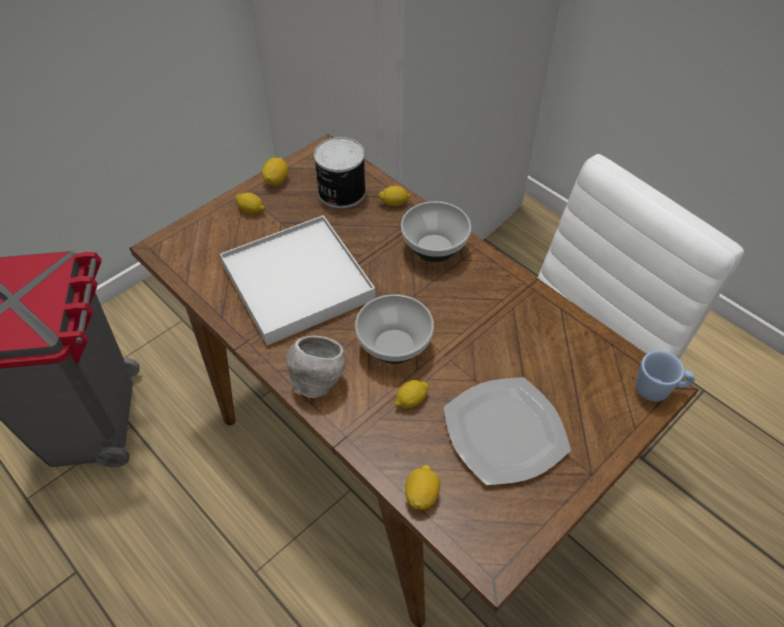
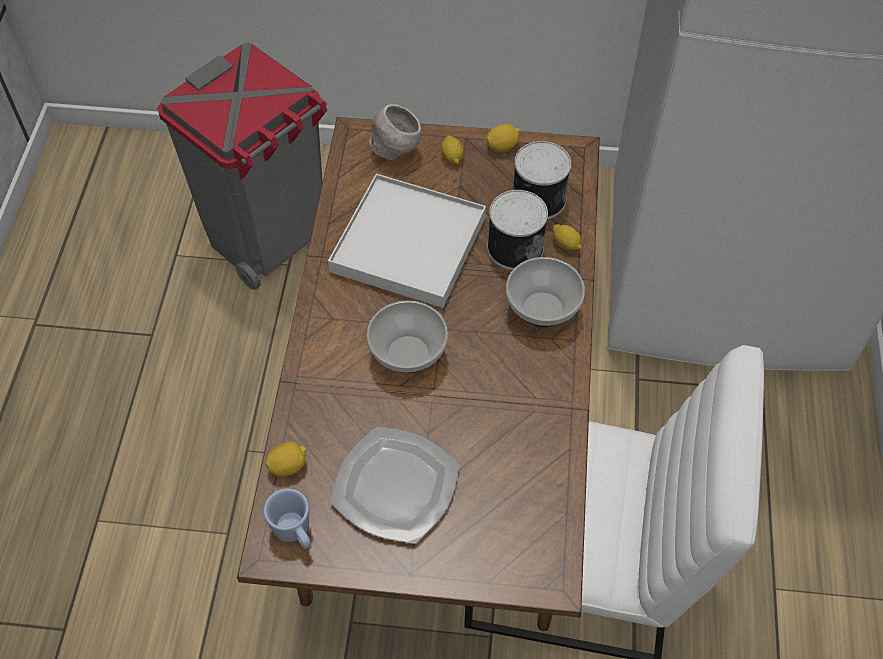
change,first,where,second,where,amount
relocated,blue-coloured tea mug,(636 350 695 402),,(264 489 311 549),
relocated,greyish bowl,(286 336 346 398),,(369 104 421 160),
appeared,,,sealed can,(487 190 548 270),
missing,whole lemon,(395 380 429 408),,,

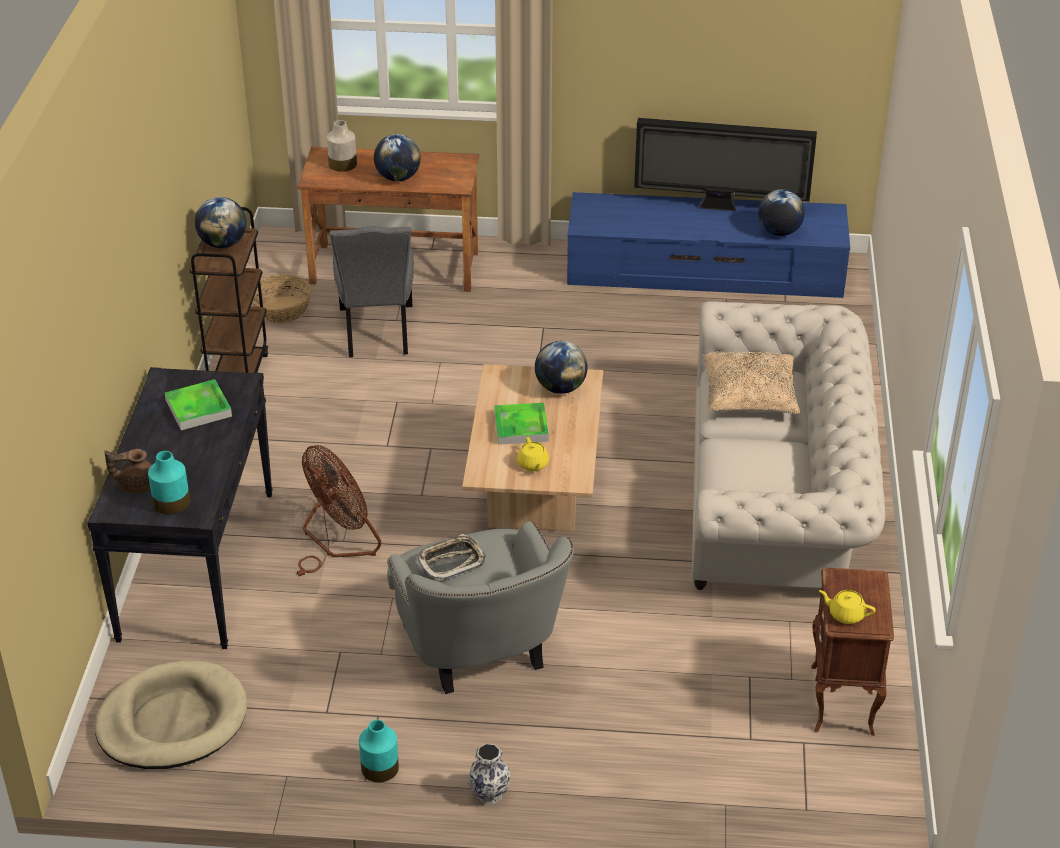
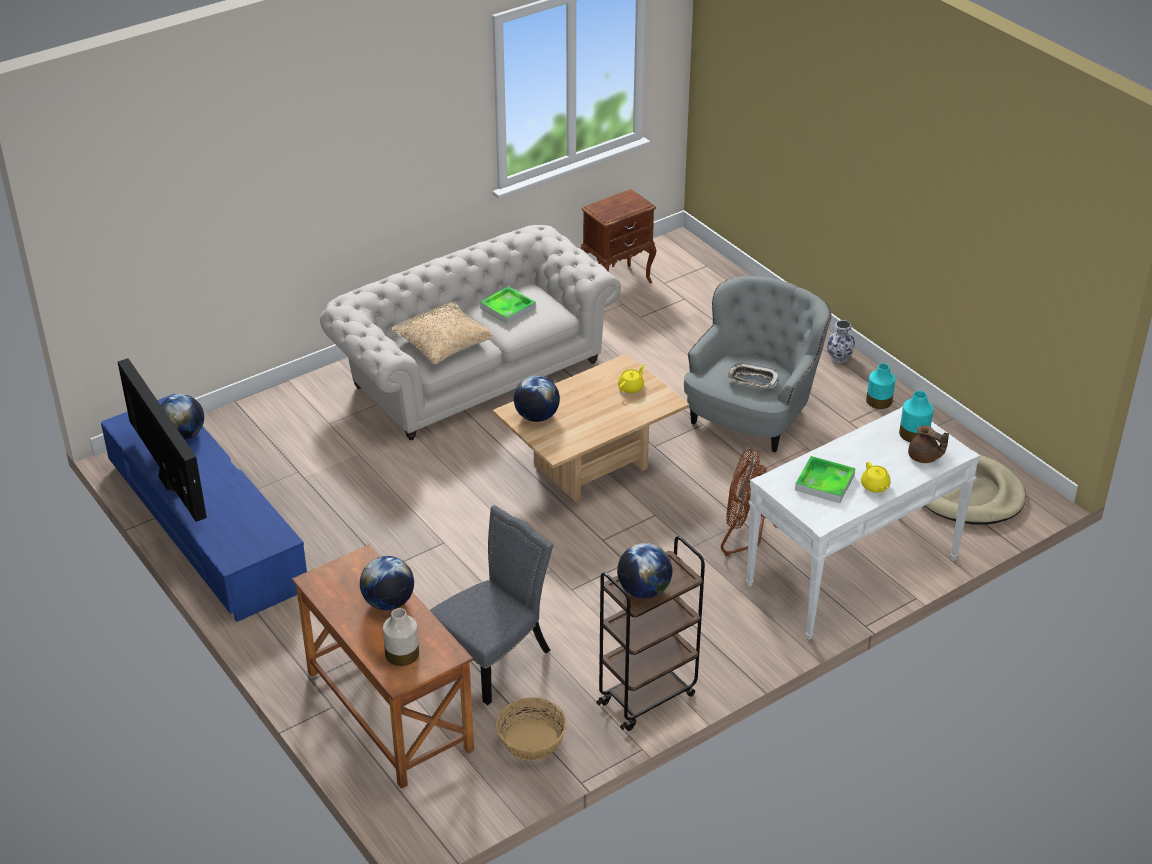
change,first,where,second,where,amount
relocated,carrying tray,(494 403 549 445),,(480 286 536 324),
colour,black console table,(87 367 273 649),white console table,(746 406 980 640),
relocated,yellowish pot for tea,(819 590 876 624),,(861 462 890 493),

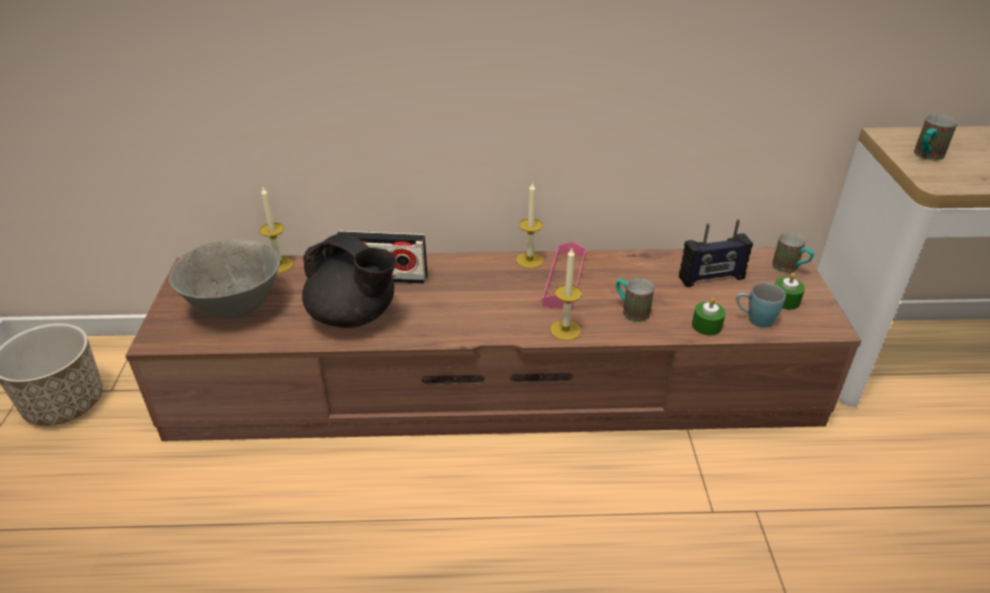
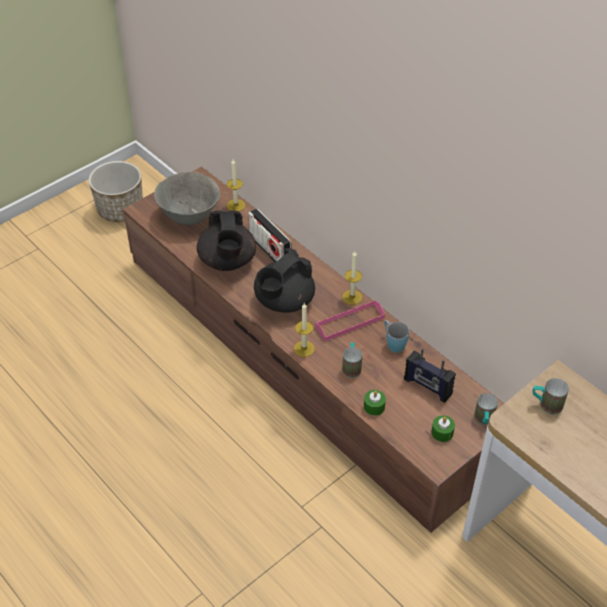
change,first,where,second,where,amount
appeared,,,black pot for tea,(254 248 315 313),
relocated,blue-coloured tea mug,(736 283 786 328),,(384 320 409 353),

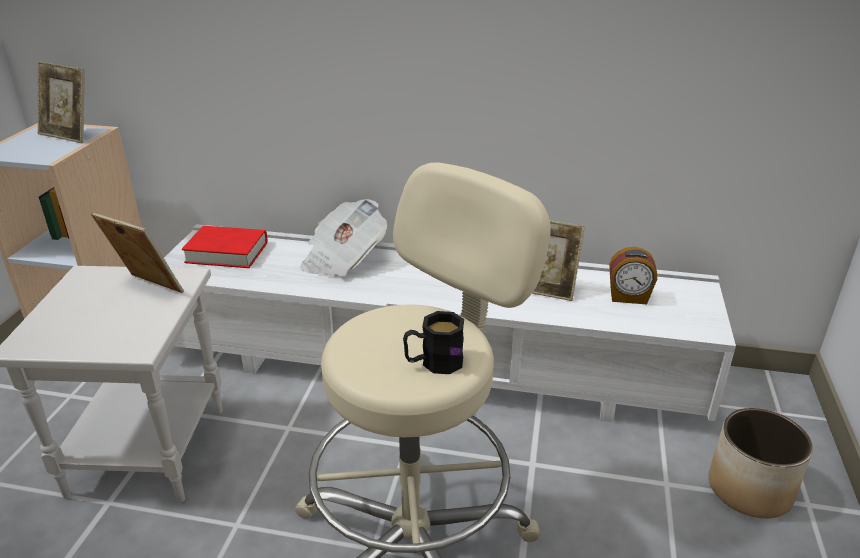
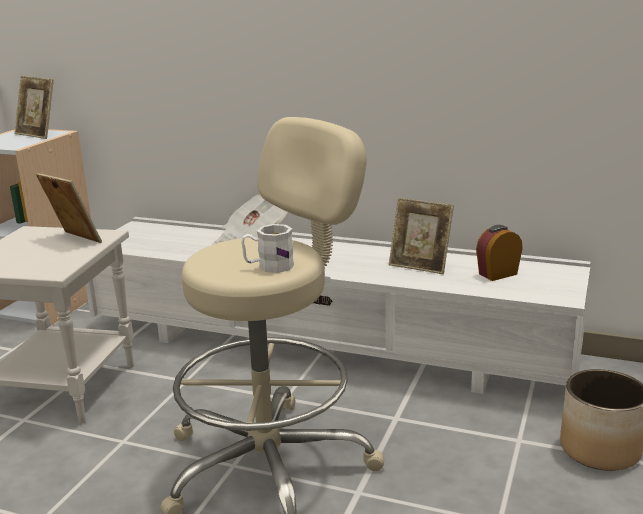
change,first,where,second,where,amount
colour,black tea mug,(403 311 464 374),white tea mug,(241 224 294 273),
spun,alarm clock,(609 247 657 304),,(476 225 523 281),135 degrees clockwise
missing,red-coloured volume,(182 226 267 268),,,

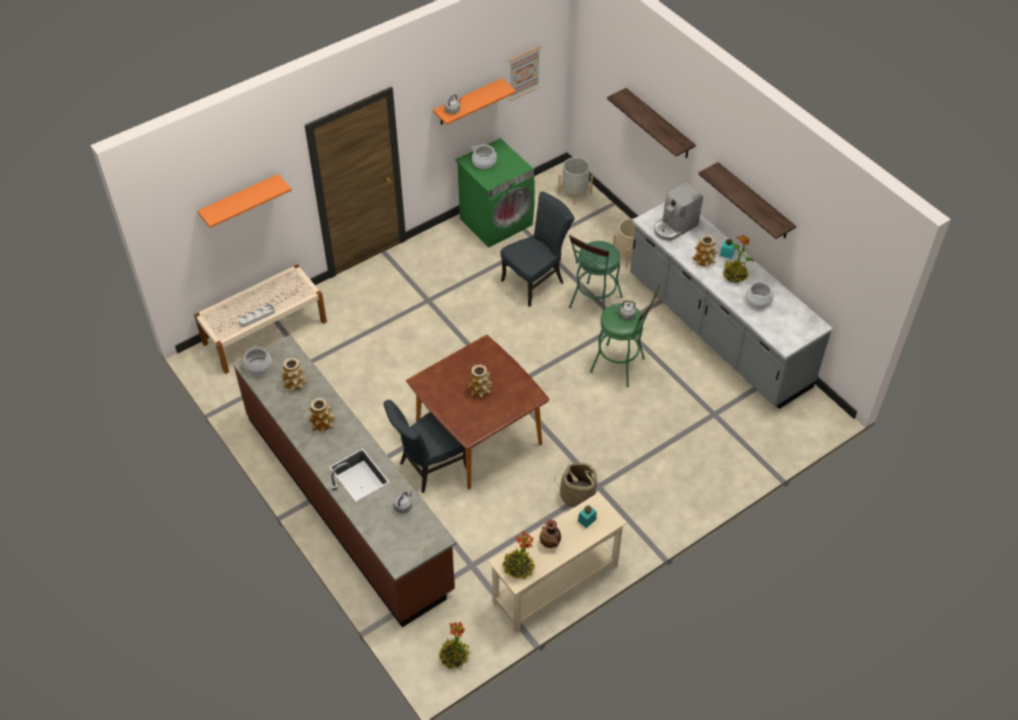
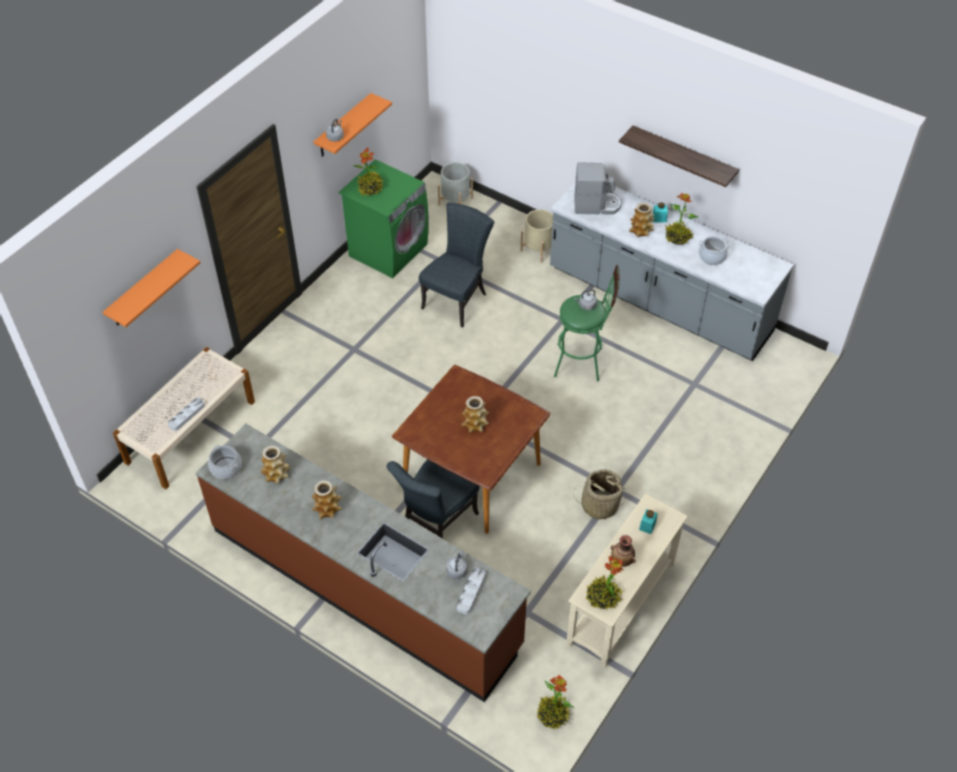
change,first,where,second,where,amount
exchanged,saucepot,(472 145 497 169),plant in a pot,(354 147 383 196),
appeared,,,greyish carrying tray,(457 568 486 614),
spun,coffee maker,(654 182 703 241),,(574 162 622 215),120 degrees counterclockwise
missing,wall art,(509 46 541 101),,,
missing,green stool,(569 235 623 311),,,
missing,wall shelf,(607 88 696 158),,,

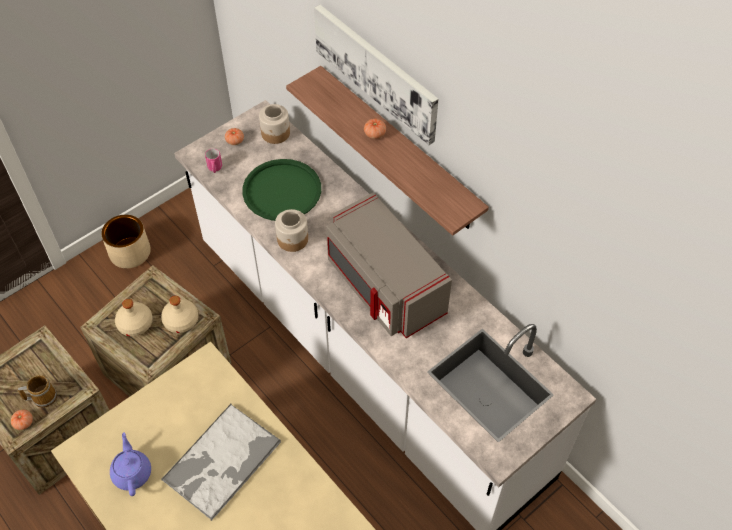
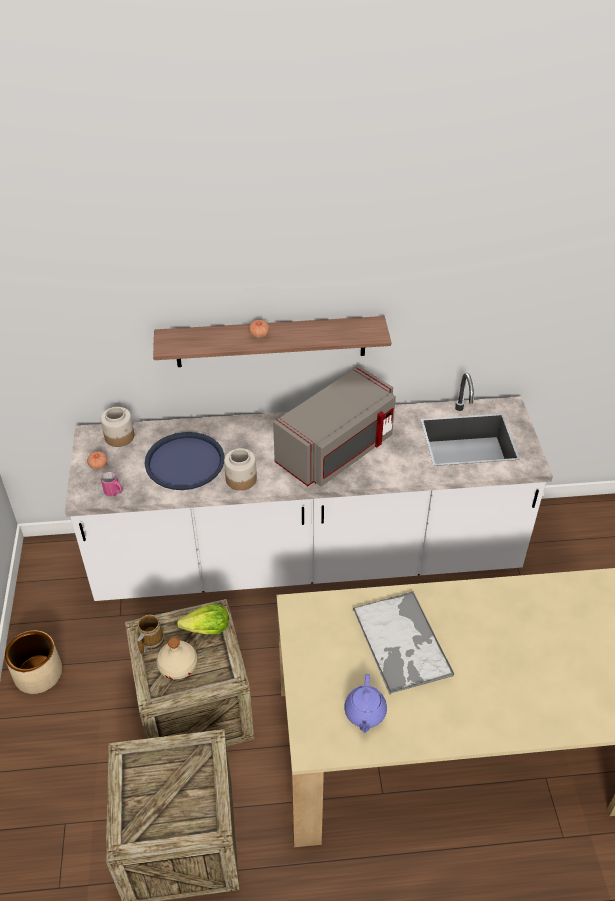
change,first,where,second,where,amount
relocated,tea mug,(18 375 57 408),,(137 615 164 654),
colour,green carrying tray,(242 159 321 221),blue-coloured carrying tray,(145 432 225 490),
exchanged,beige drink bottle,(161 296 198 333),lettuce,(177 604 229 634),
spun,greyish microwave oven,(326 192 452 338),,(273 366 396 487),45 degrees counterclockwise
spun,purple-coloured pot for tea,(110 432 151 496),,(344 674 387 733),105 degrees counterclockwise
missing,whole tomato,(11 410 33 430),,,
missing,wall art,(314 5 439 145),,,

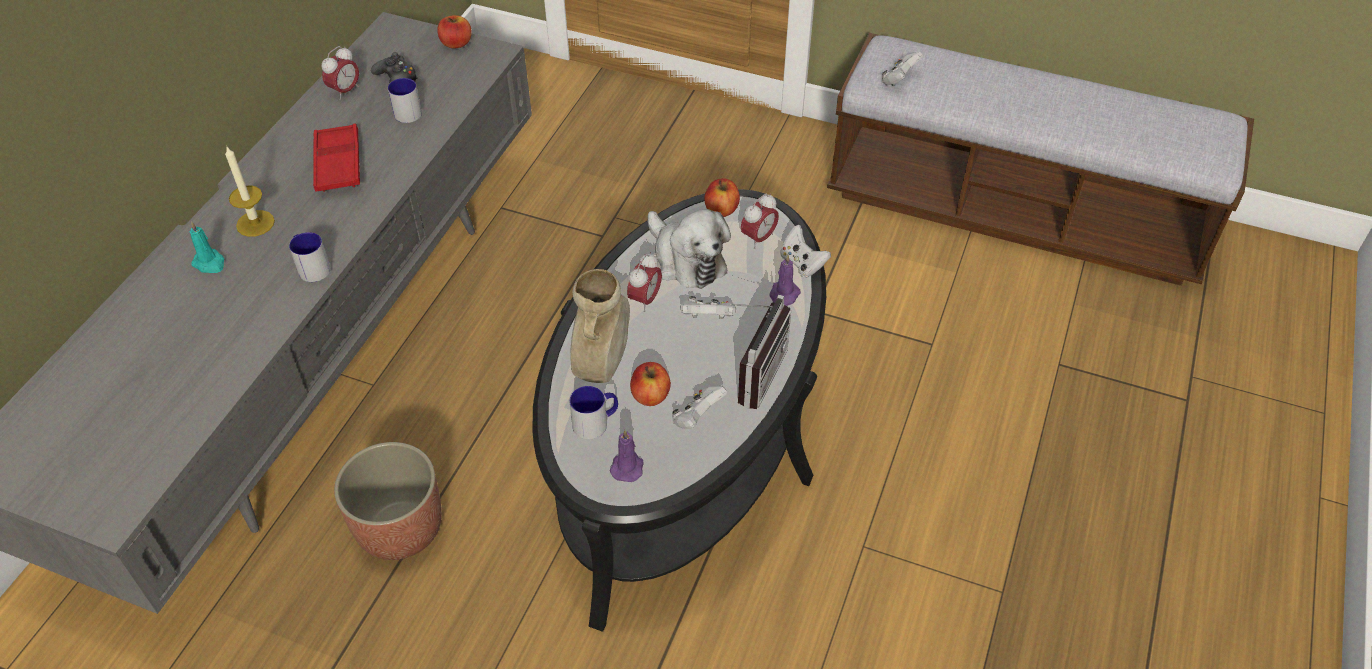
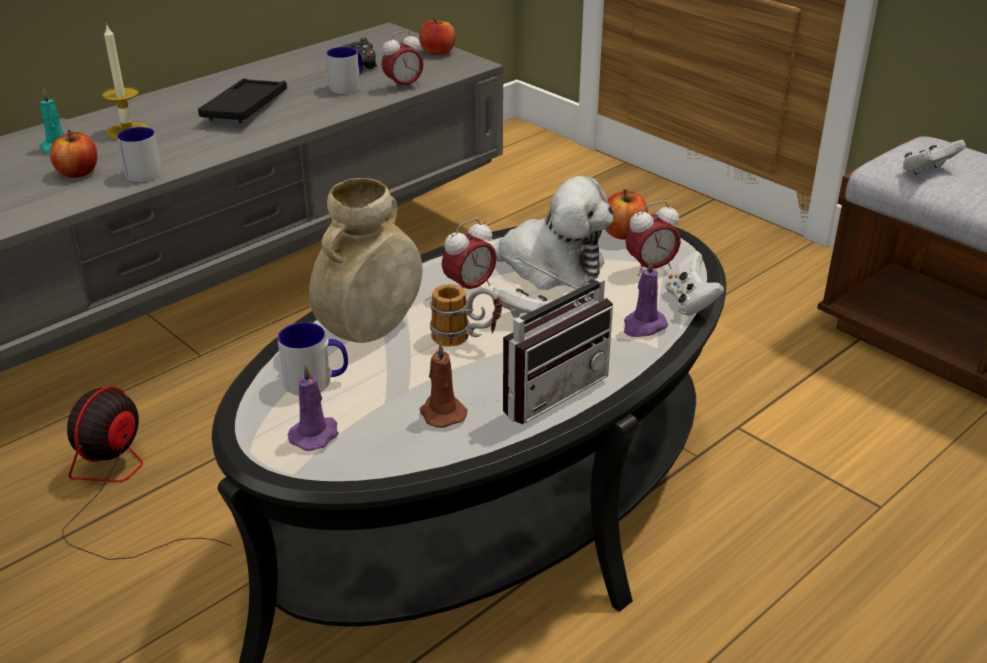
change,first,where,second,where,amount
relocated,whole apple,(630 362 671 406),,(50 130 97 178),
exchanged,flower pot,(334 442 442 560),electric fan,(62 387 232 560),
colour,red-coloured carrying tray,(313 124 360 192),black carrying tray,(198 78 287 124),
relocated,alarm clock,(321 46 359 100),,(382 30 424 91),
exchanged,white gamepad,(672 386 727 429),brownish candle,(420 341 468 428),
appeared,,,tea mug,(430 284 502 347),
spun,cuddly toy,(648 209 731 289),,(484 176 614 290),60 degrees counterclockwise

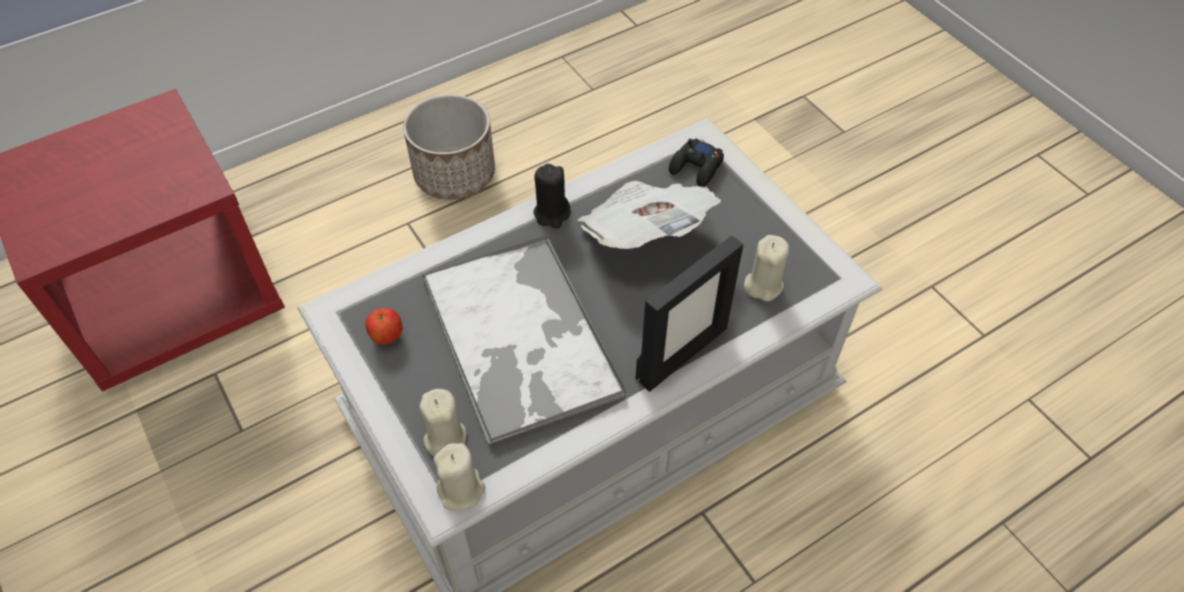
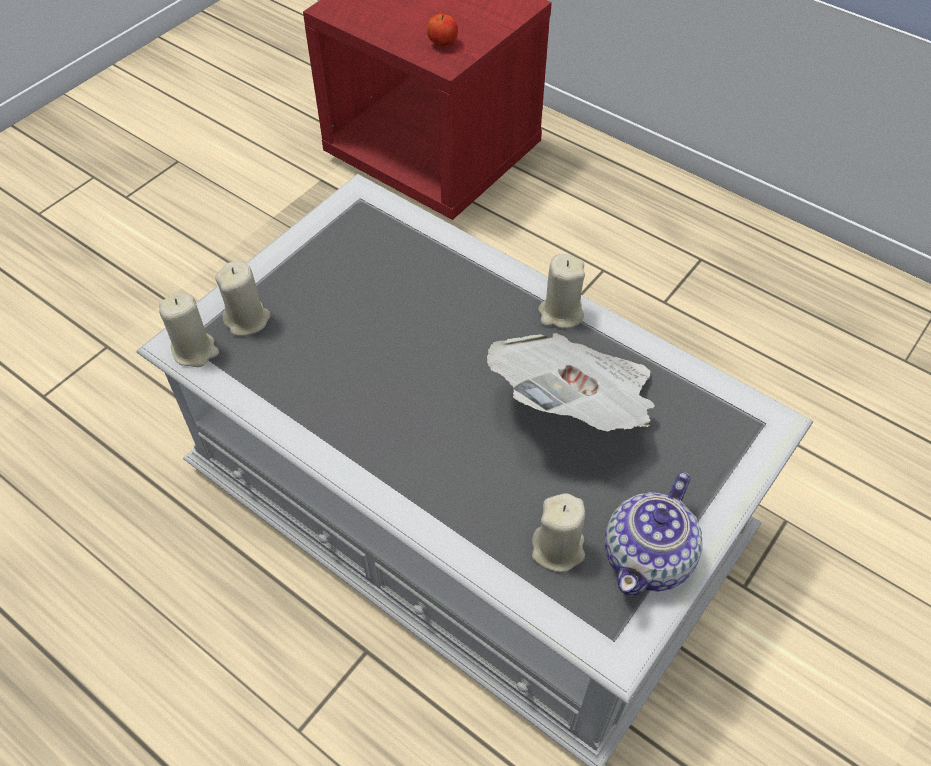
change,first,where,second,where,amount
relocated,whole apple,(365 308 402 345),,(427 14 458 47),
colour,black candle,(533 163 571 228),beige candle,(538 254 585 329),
appeared,,,pot for tea,(605 472 703 596),
missing,flower pot,(403 94 495 200),,,
missing,carrying tray,(422 235 627 445),,,
missing,photo frame,(635 235 744 392),,,
missing,black gamepad,(669 138 724 187),,,

